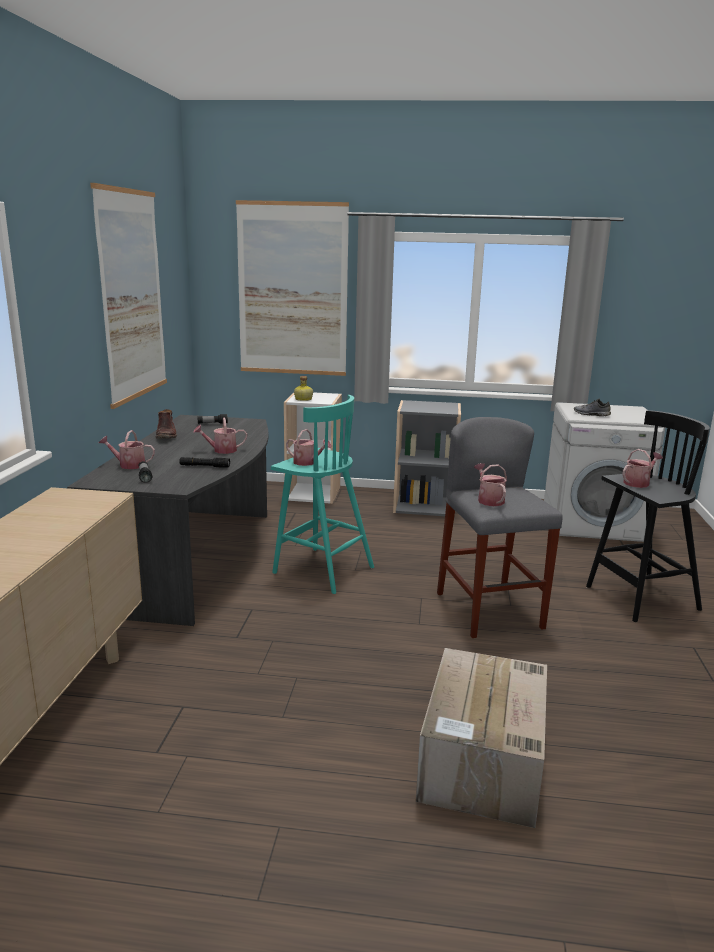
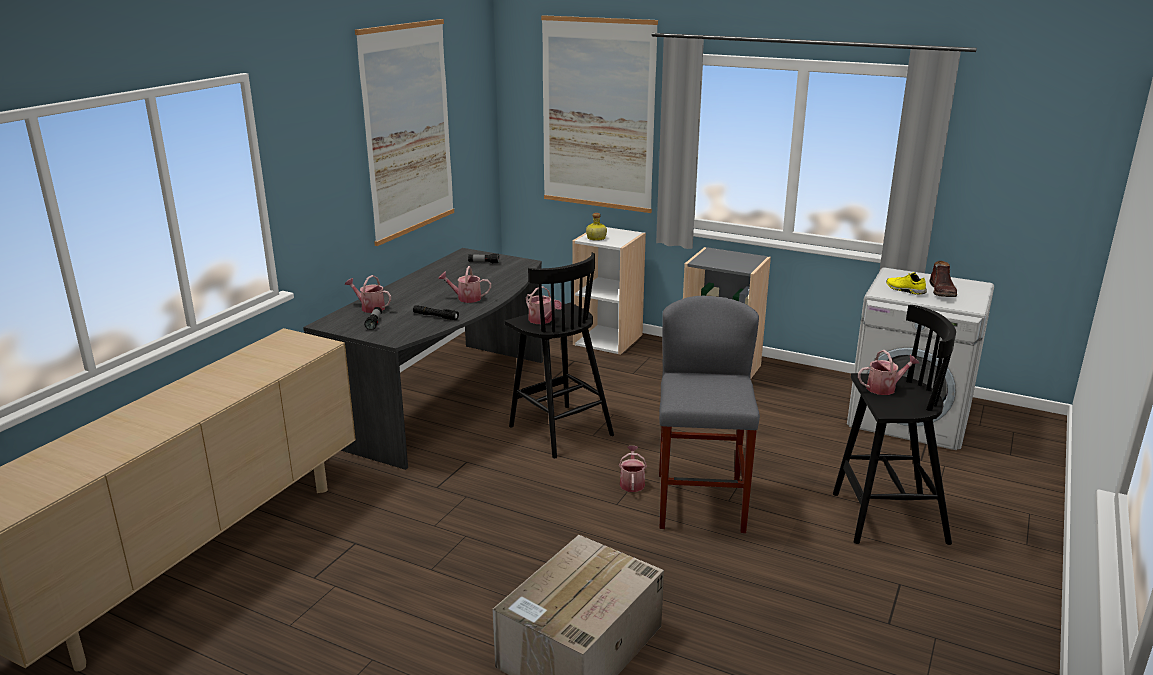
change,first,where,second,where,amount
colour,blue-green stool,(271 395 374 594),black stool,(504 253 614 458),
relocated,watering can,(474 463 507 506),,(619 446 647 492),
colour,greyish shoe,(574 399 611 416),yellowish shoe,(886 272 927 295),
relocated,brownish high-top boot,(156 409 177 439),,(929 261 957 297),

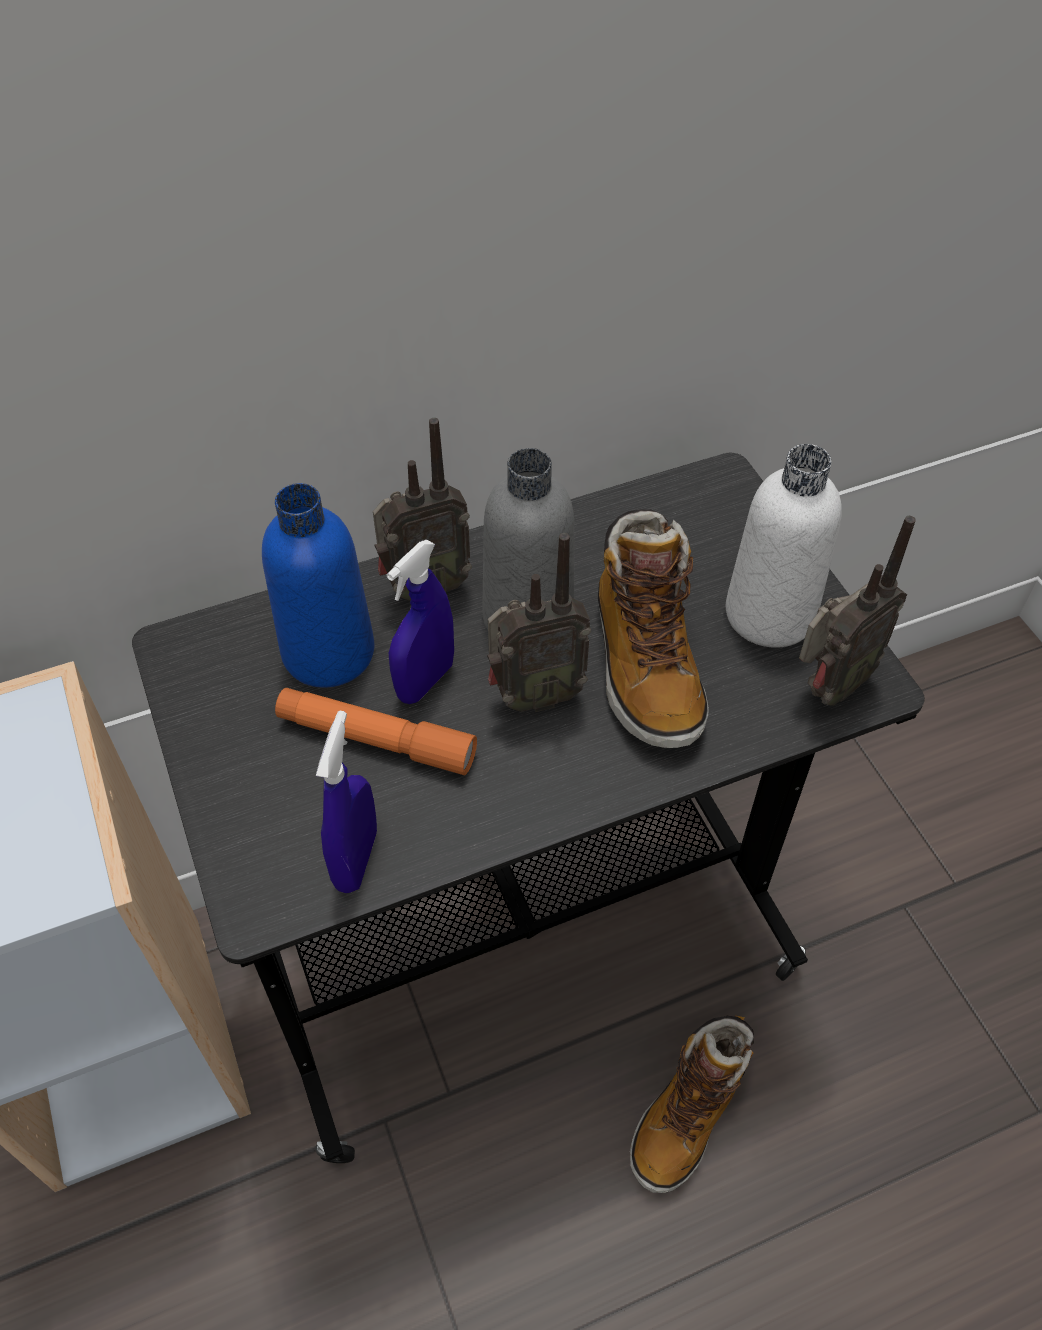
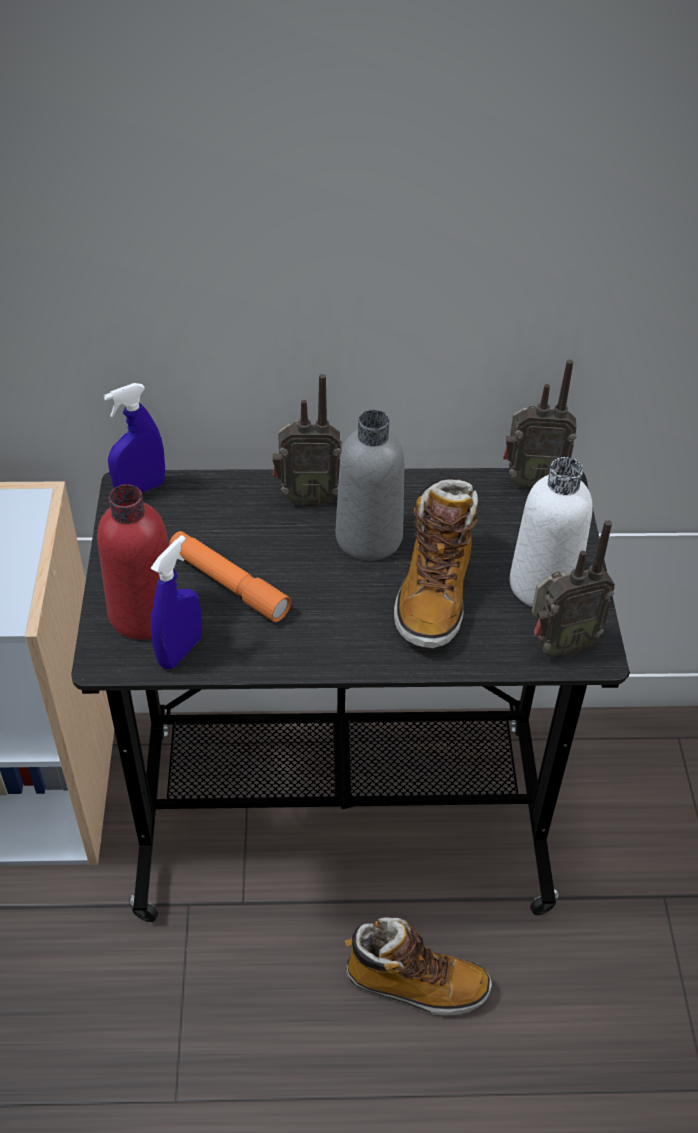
change,first,where,second,where,amount
appeared,,,red-coloured drink bottle,(97 484 177 640),
relocated,blue-coloured hand sprayer,(387 540 454 704),,(104 383 165 493),
spun,high-top boot,(630 1015 754 1193),,(345 917 492 1016),135 degrees counterclockwise
relocated,radio receiver,(487 533 591 712),,(503 359 577 491),
missing,blue-coloured drink bottle,(262 483 374 688),,,

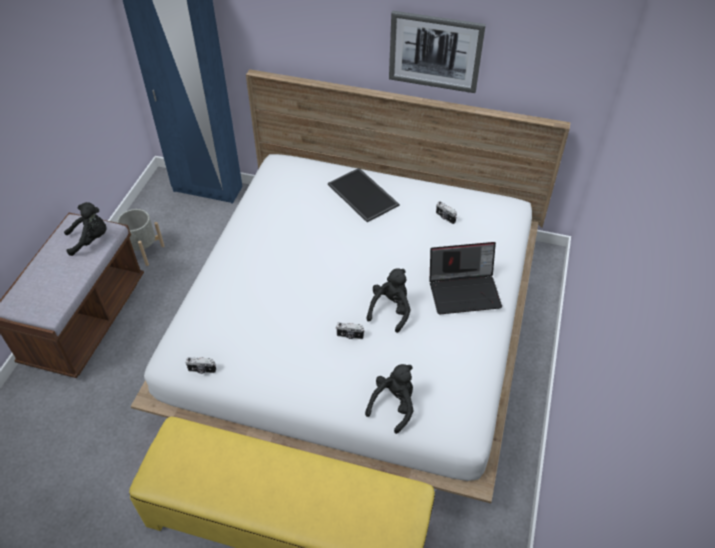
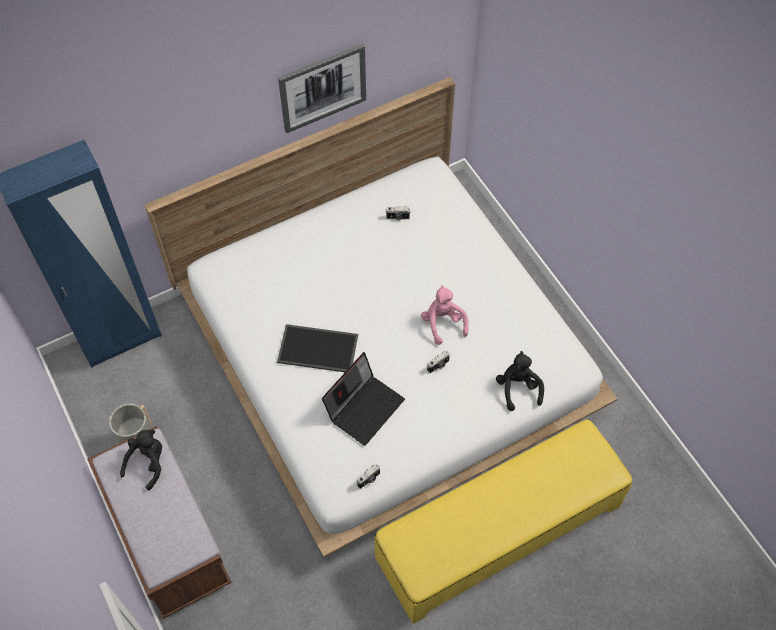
change,first,where,second,where,amount
relocated,carrying tray,(328 168 399 222),,(277 324 358 372),
relocated,portable computer,(429 242 502 314),,(322 352 405 446),
colour,black cuddly toy,(367 268 411 333),pink-coloured cuddly toy,(421 285 469 345),

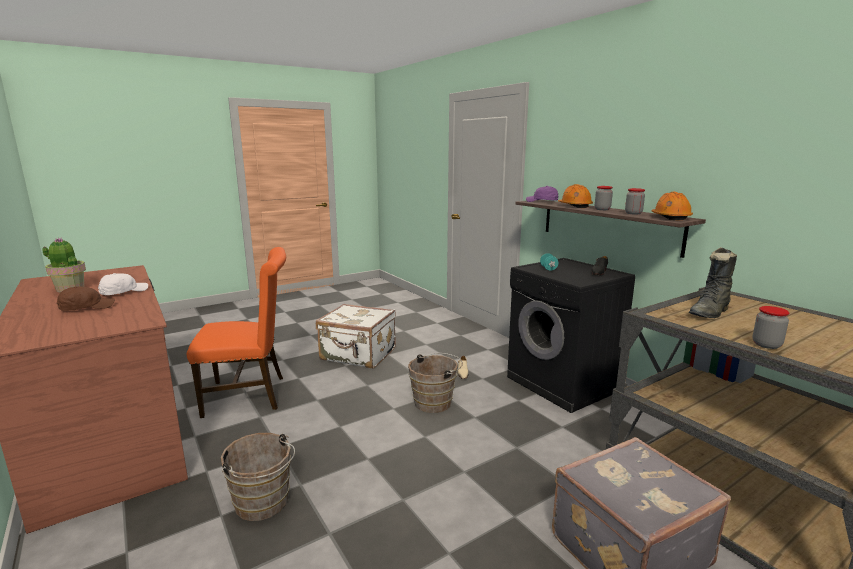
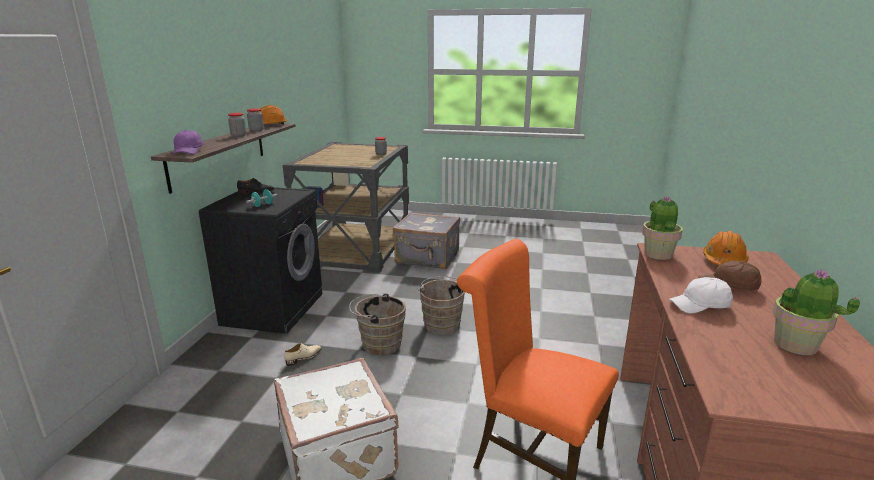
change,first,where,second,where,amount
relocated,brownish water bucket,(221 433 295 521),,(418 276 465 335),
appeared,,,plant in a pot,(642 196 683 260),
relocated,orange safety helmet,(558 184 593 208),,(703 231 749 265),
missing,black high-top boot,(689 247 737 318),,,

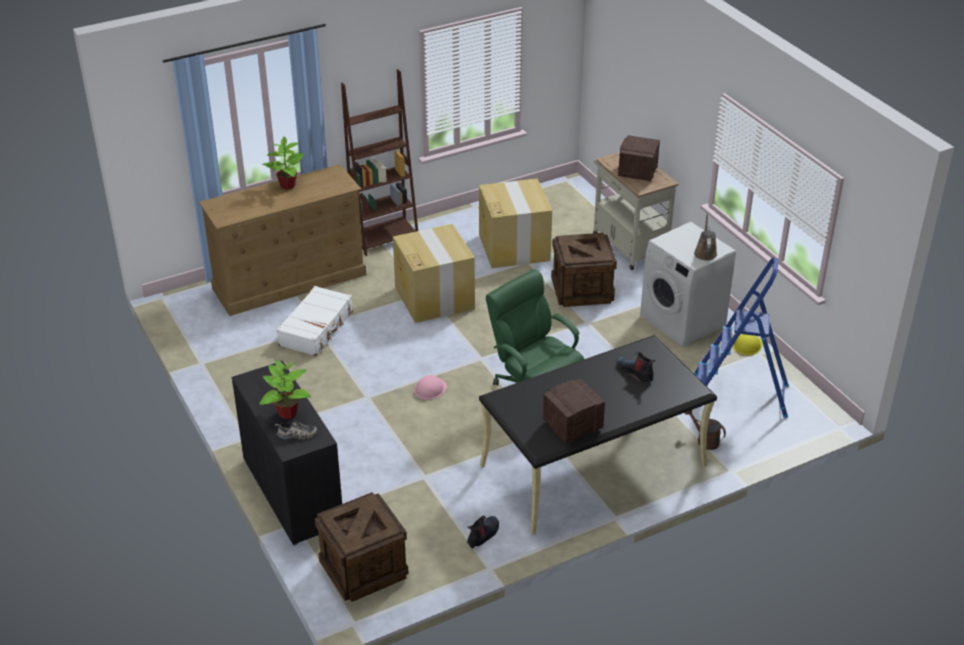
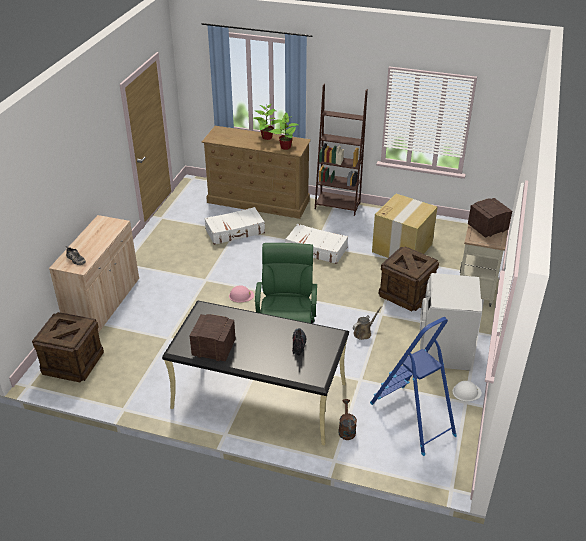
change,first,where,second,where,amount
colour,black cupboard,(231 361 342 545),beige cupboard,(49 215 139 333),
relocated,plant in a pot,(260 360 311 419),,(269 112 298 150),
exchanged,packing box,(393 224 475 323),white suitcase,(285 224 348 264),
relocated,brownish watering can,(694 212 717 261),,(353 306 382 340),
colour,yellowish safety helmet,(733 334 763 355),white safety helmet,(452 381 482 402),
missing,high-top boot,(467 516 499 548),,,

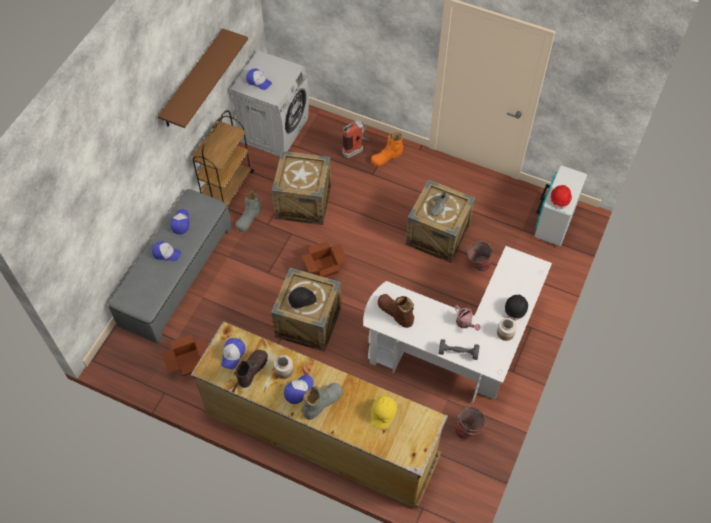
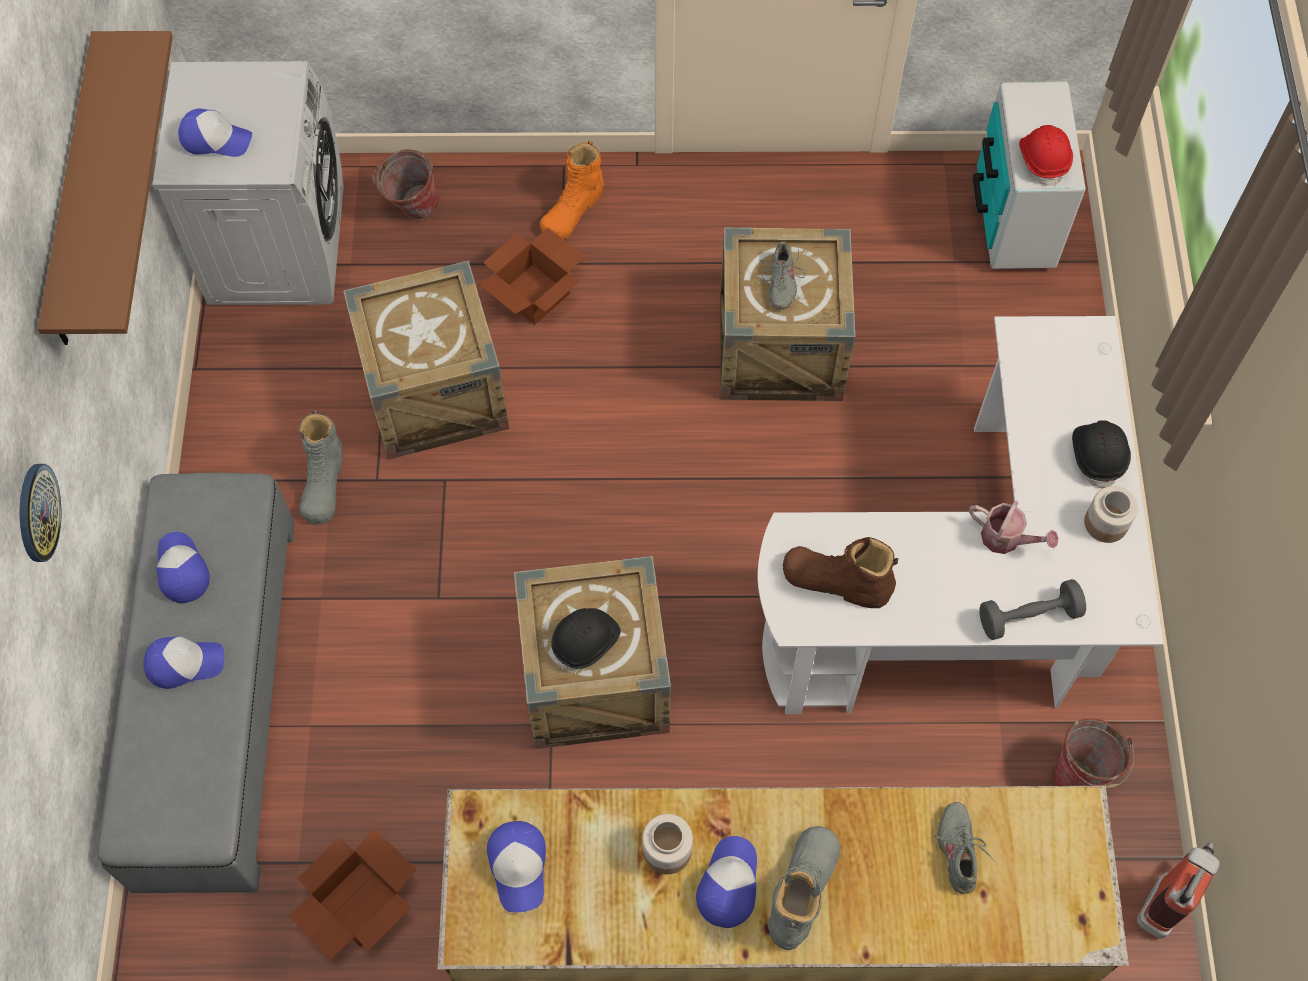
change,first,where,second,where,amount
appeared,,,hanging clock,(20 464 61 562),
relocated,water bucket,(466 241 494 271),,(372 149 440 220),
relocated,packing box,(301 241 348 277),,(478 228 585 325),
exchanged,yellowish safety helmet,(371 396 397 429),greyish shoe,(934 802 995 894),
relocated,extinguisher,(342 120 369 158),,(1137 842 1220 939),
missing,brownish wheeled cart,(192 110 254 209),,,
missing,brownish high-top boot,(234 350 268 388),,,

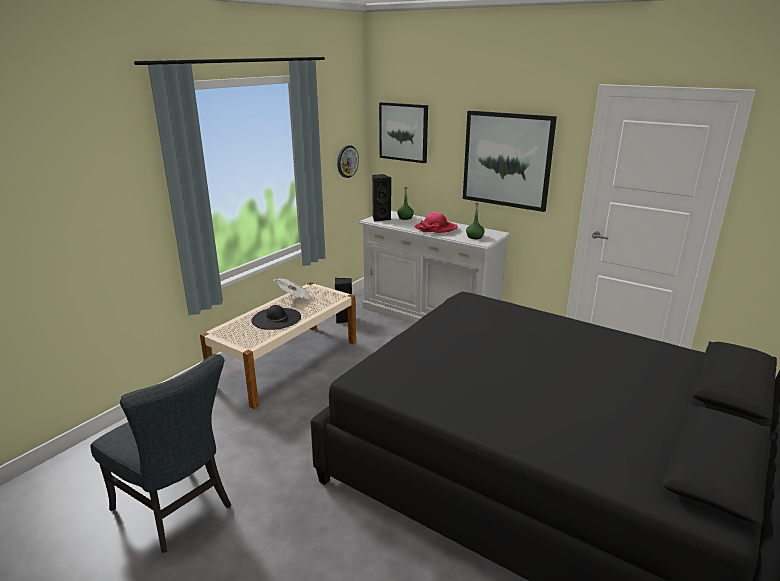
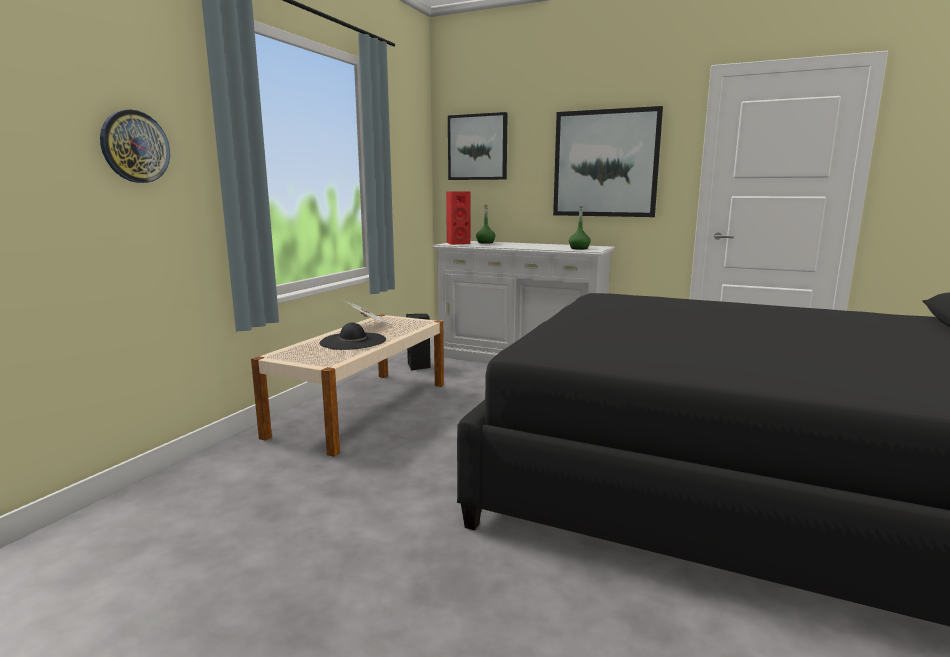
change,first,where,second,where,amount
relocated,hanging clock,(337 145 359 178),,(100 109 170 183),
colour,black audio speaker,(372 174 391 221),red-coloured audio speaker,(446 192 471 245),
missing,greyish chair,(90 354 231 553),,,
missing,wearable hat,(415 212 458 233),,,

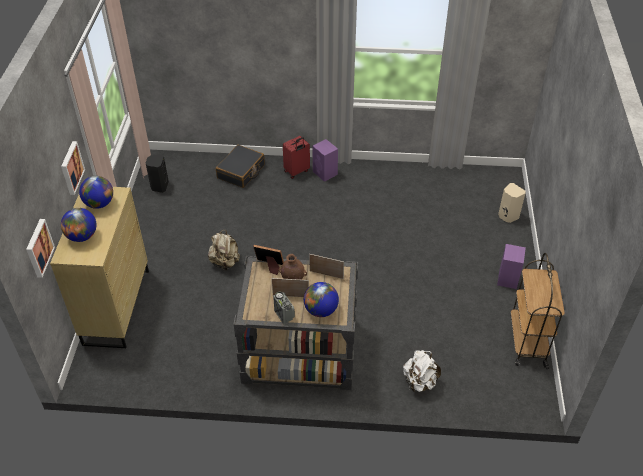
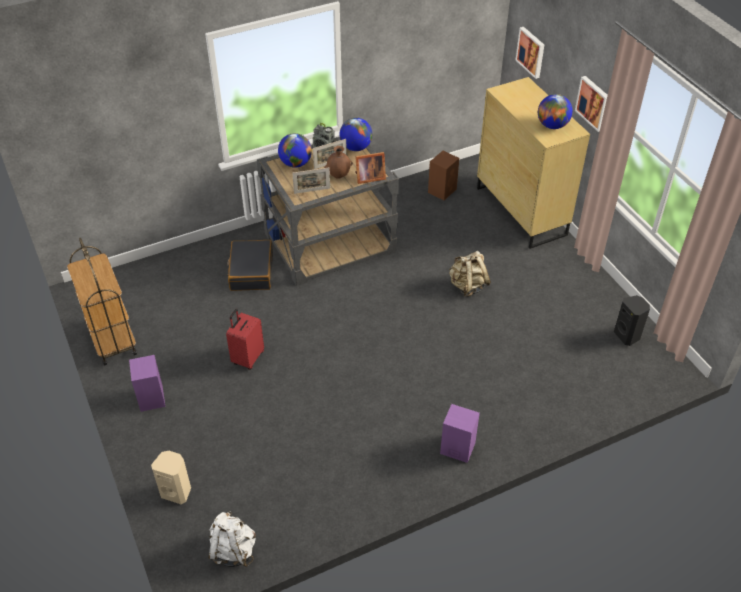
change,first,where,second,where,amount
relocated,white knapsack,(403 350 441 392),,(209 511 256 567),
relocated,red-coloured suitcase,(283 136 310 179),,(226 309 264 370),
relocated,black suitcase,(216 145 265 188),,(227 240 273 291),
relocated,globe,(61 208 96 242),,(340 118 373 151),
appeared,,,brownish audio speaker,(428 151 459 200),

